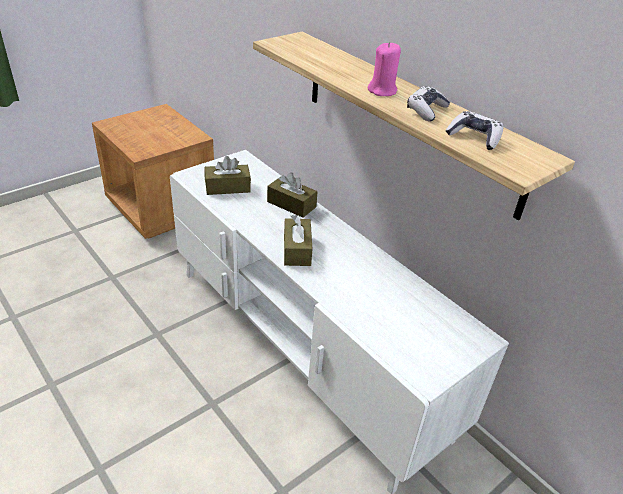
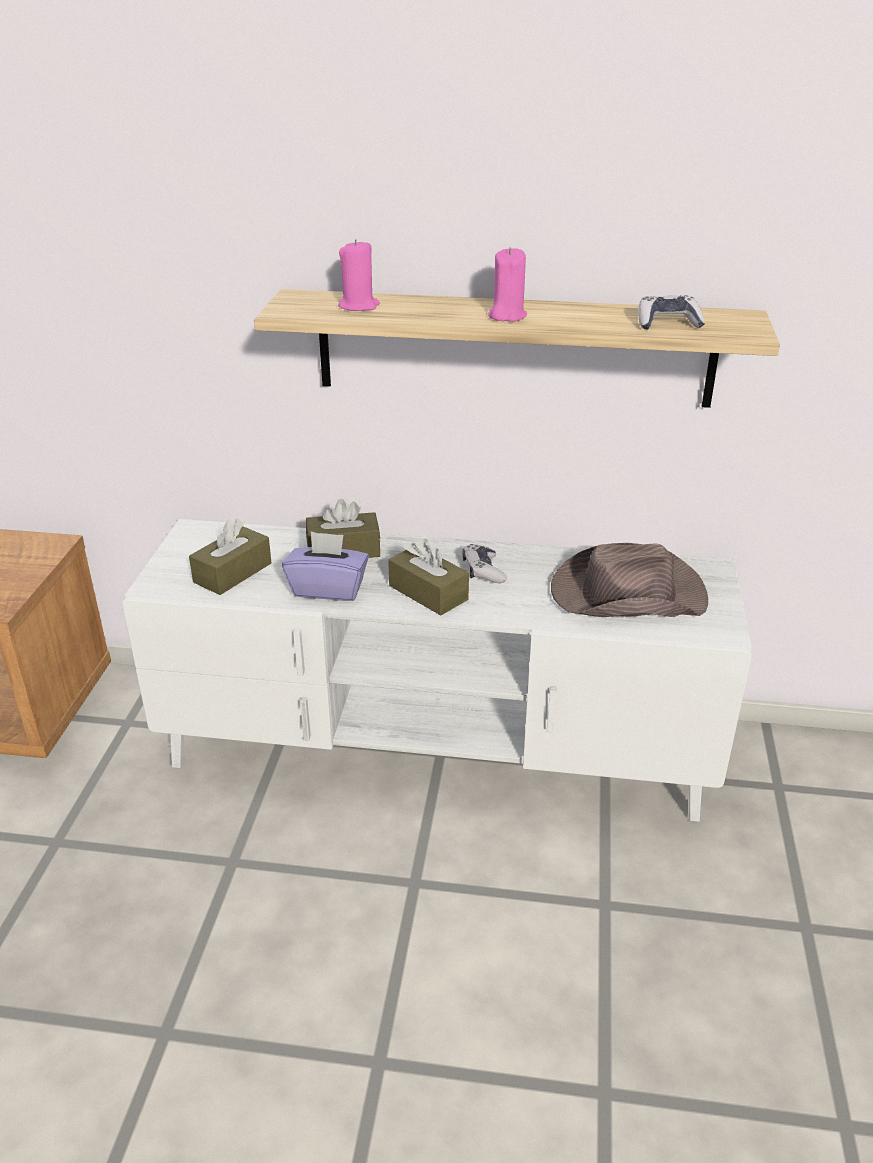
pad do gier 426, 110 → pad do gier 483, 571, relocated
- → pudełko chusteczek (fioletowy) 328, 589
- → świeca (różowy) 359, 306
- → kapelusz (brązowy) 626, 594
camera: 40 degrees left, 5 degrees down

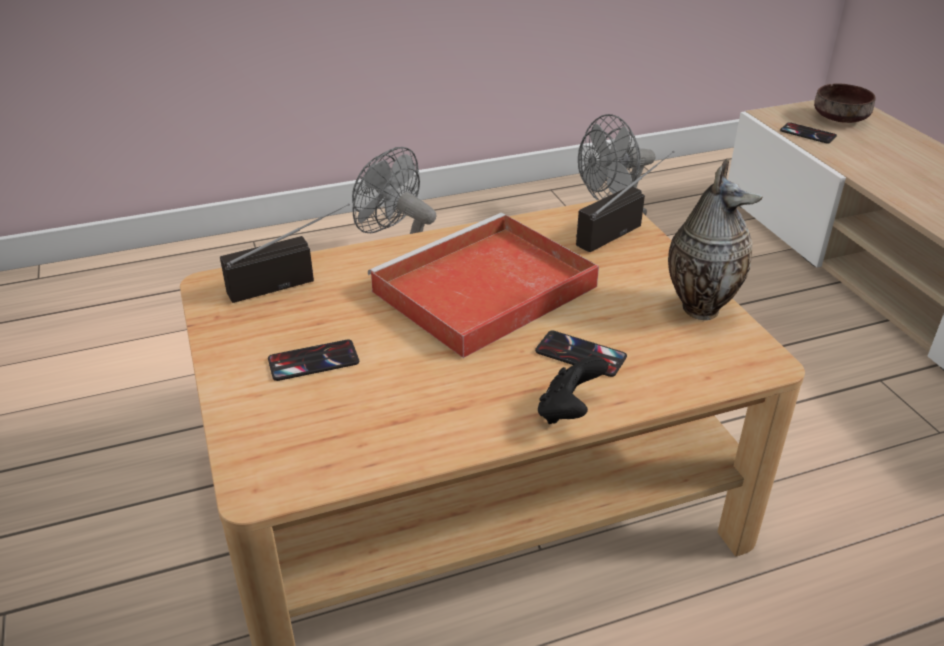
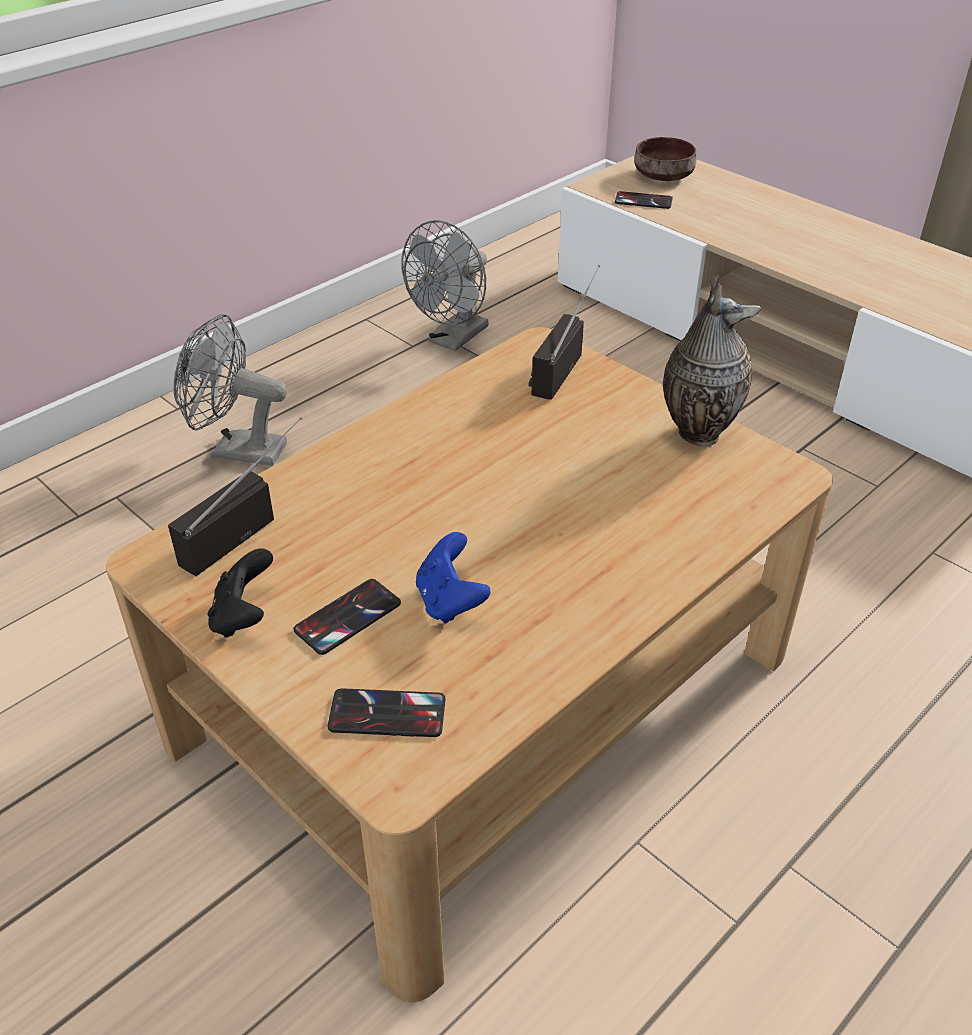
taca (czerwony) 482, 291 → -
telefon 580, 354 → telefon 387, 714, relocated
pad do gier (czarny) 569, 411 → pad do gier (czarny) 244, 616, relocated
- → pad do gier (niebieski) 450, 601
camera: 25 degrees left, 5 degrees up

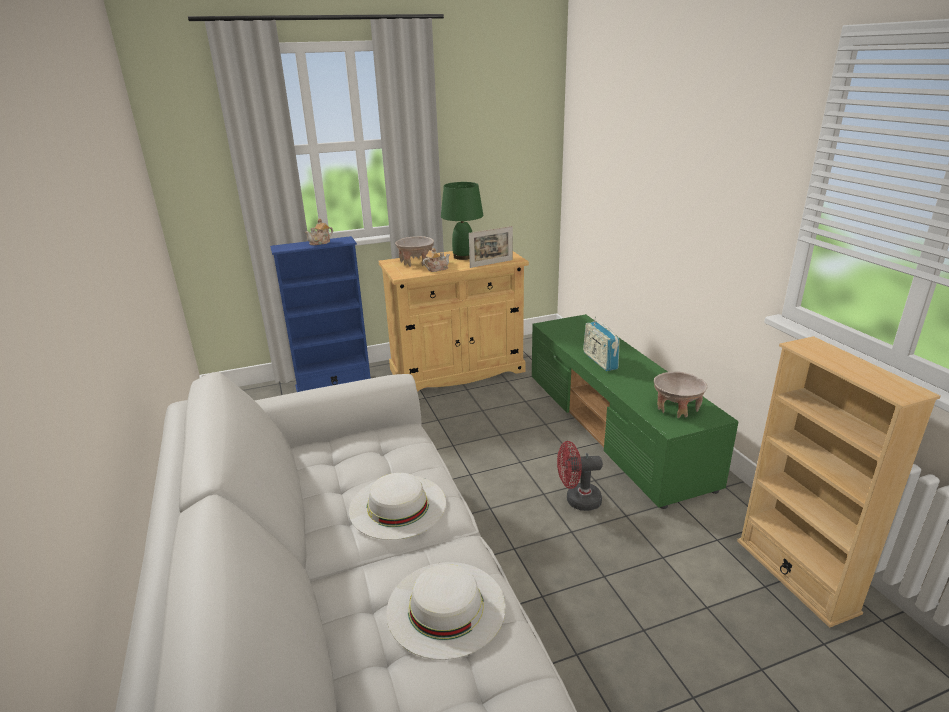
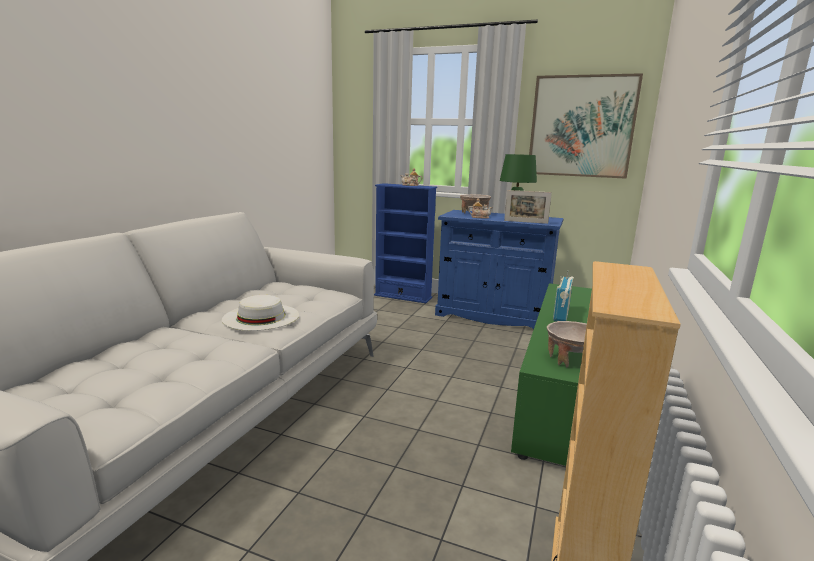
szafka (beżowy) 457, 370 → szafka (niebieski) 493, 315
kapelusz (biały) 446, 607 → -
wentylator (czerwony) 577, 500 → -
- → obraz 581, 127
camera: 40 degrees right, 10 degrees down

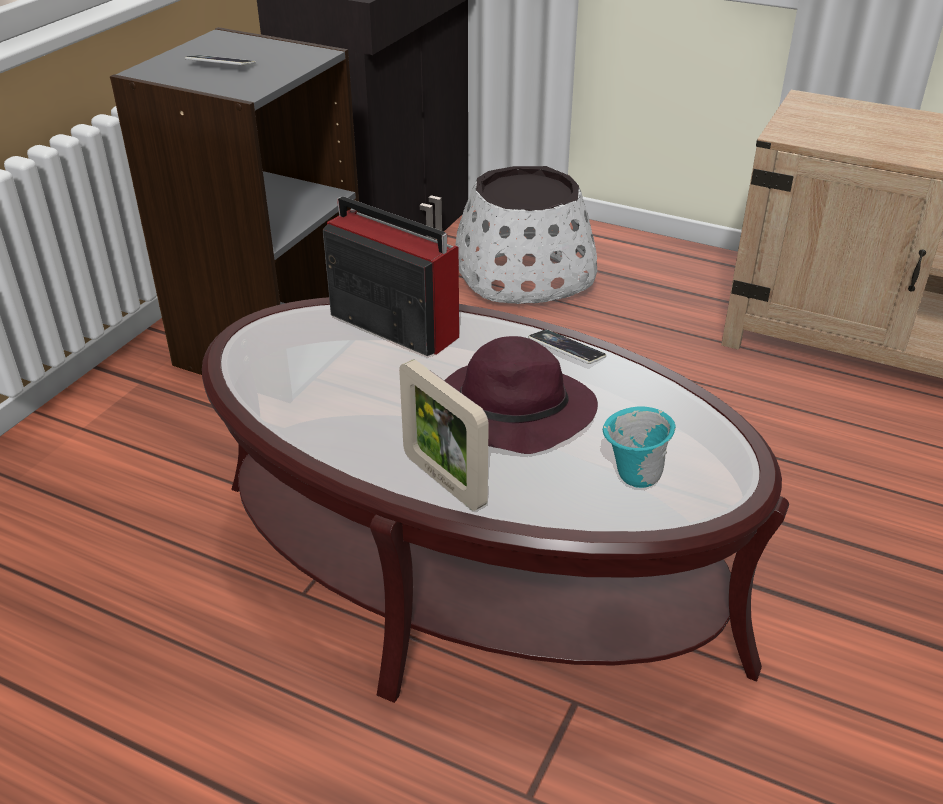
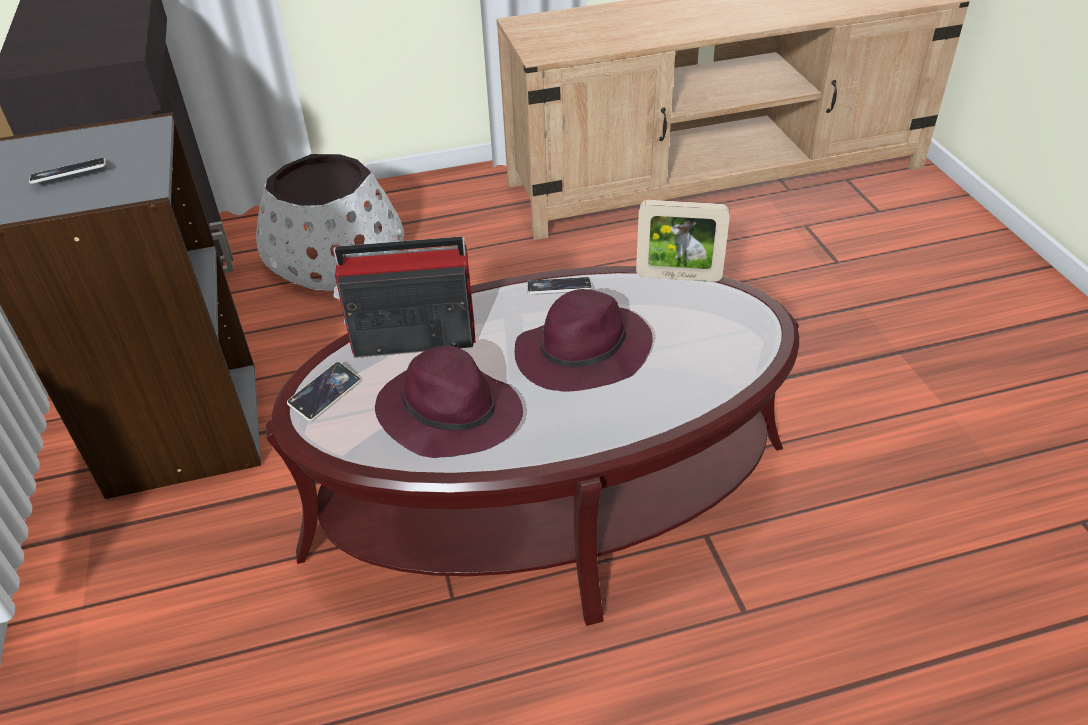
ramka na zdjęcie 444, 480 → ramka na zdjęcie 678, 276, relocated
kubek (turkusowy) 632, 478 → -
- → telefon 325, 394
- → kapelusz (fioletowy) 448, 414
camera: 40 degrees left, 5 degrees up

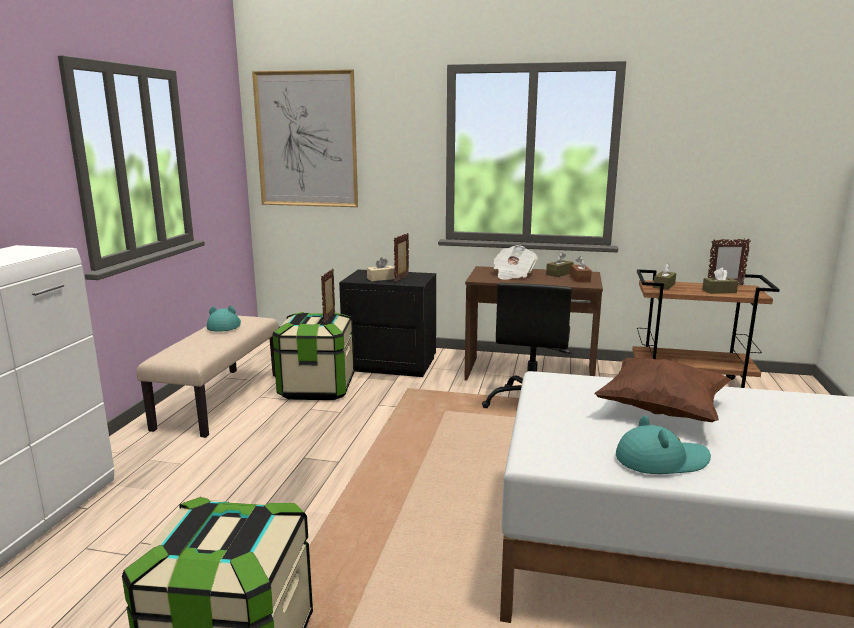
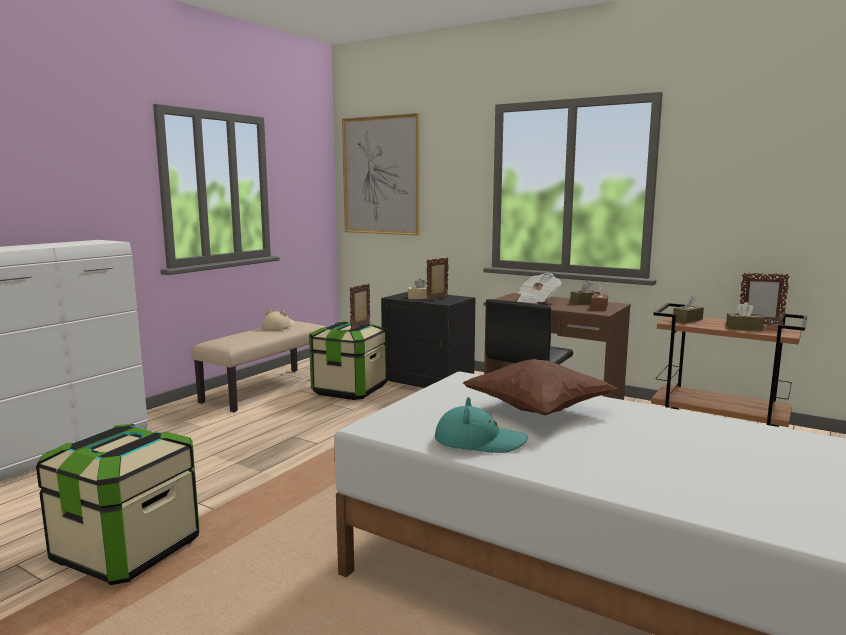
kapelusz (turkusowy) 224, 326 → kapelusz (beżowy) 279, 326
camera: 20 degrees right, 5 degrees down

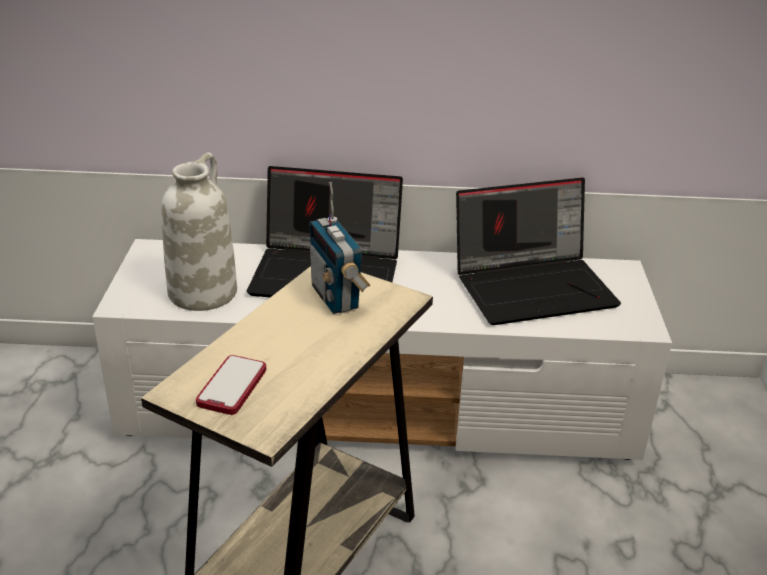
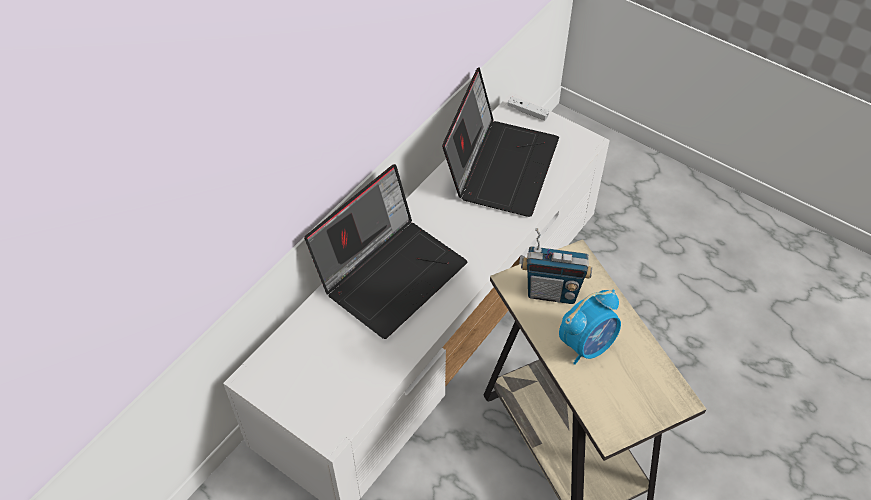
wazon (biały) 202, 291 → -
telefon 232, 386 → -
- → pad do gier (biały) 527, 112
- → budzik 587, 345
camera: 55 degrees left, 20 degrees up

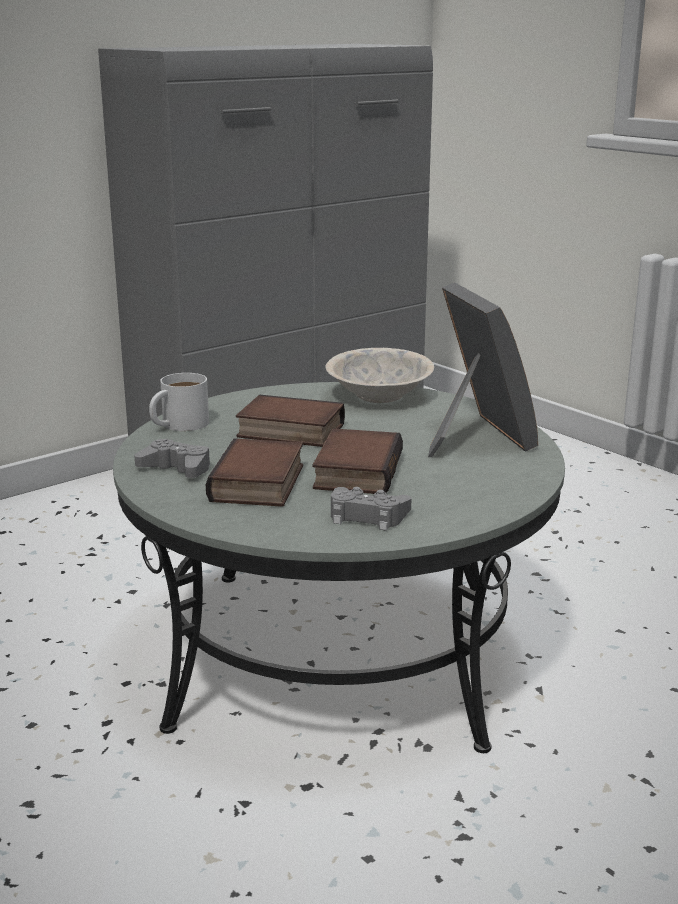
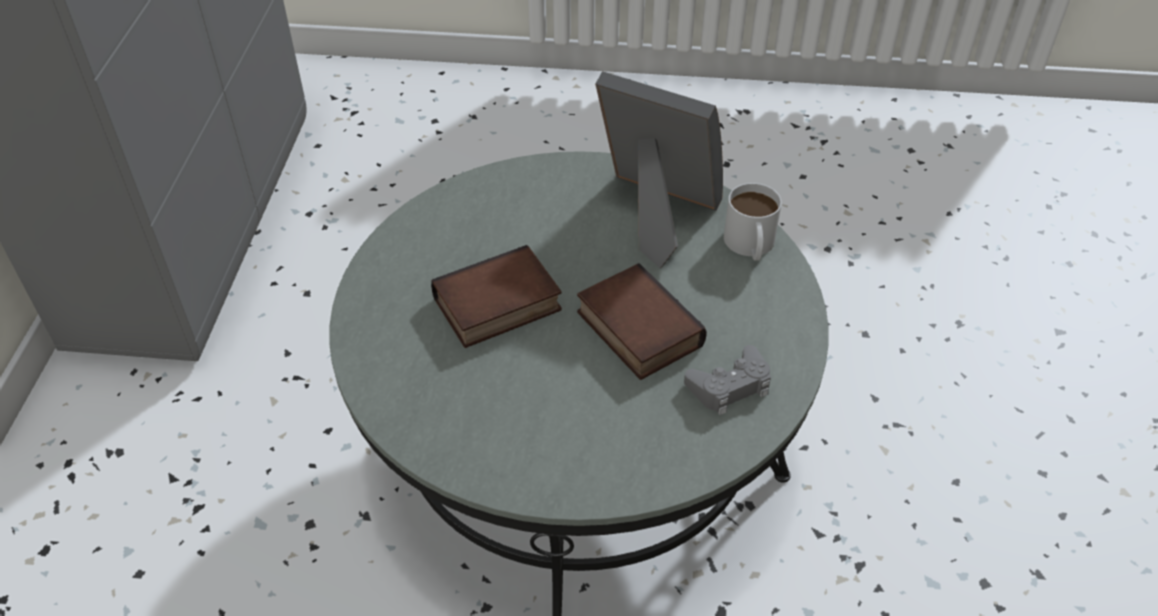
pad do gier (szary) 176, 468 → -
kubek (biały) 178, 425 → kubek (biały) 750, 246, relocated
książka 260, 484 → -
miska (beżowy) 380, 396 → -
camera: 45 degrees left, 25 degrees up

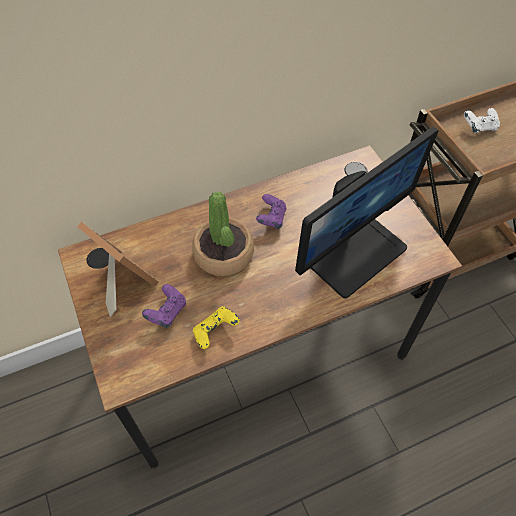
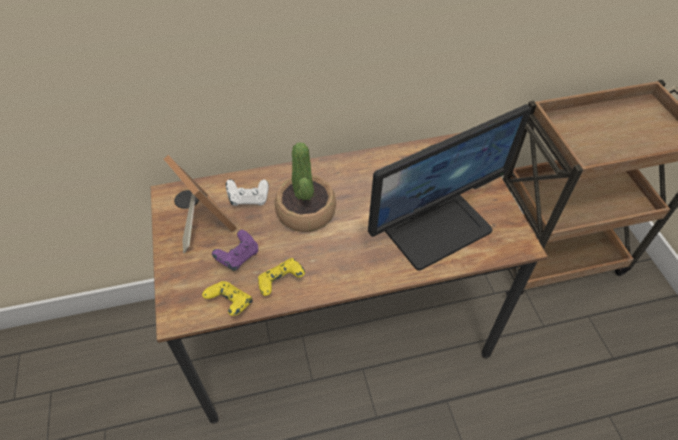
pad do gier (fioletowy) 271, 218 → -
pad do gier (biały) 479, 128 → pad do gier (biały) 249, 199, relocated
- → pad do gier (żółty) 230, 304
camera: 10 degrees right, 5 degrees down

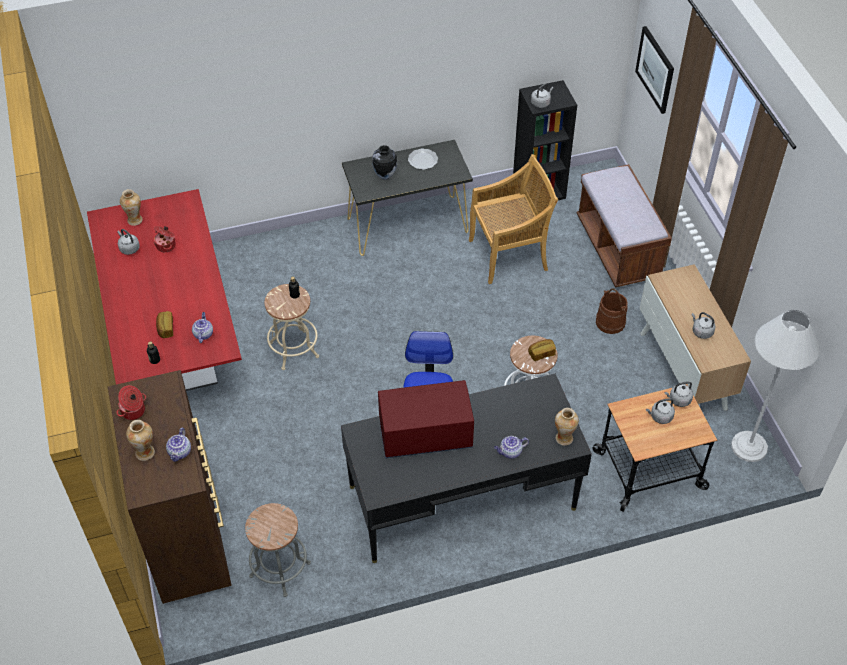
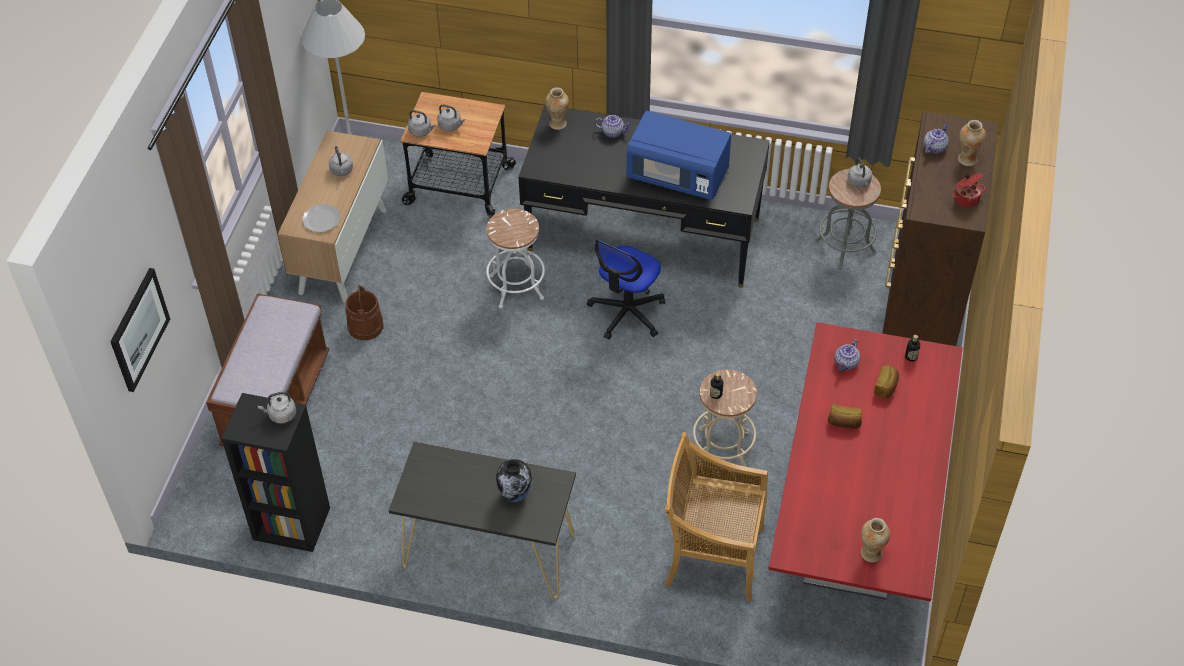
czajnik (szary) 129, 248 → czajnik (szary) 859, 182, relocated
garnek 166, 245 → -
mikrofalówka (czerwony) 425, 434 → mikrofalówka (niebieski) 678, 175
talerz 423, 160 → talerz 321, 220, relocated
krzesło (beżowy) 509, 254 → krzesło (beżowy) 712, 556, relocated
chleb 541, 353 → chleb 844, 423, relocated
camera: 150 degrees left, 0 degrees up

